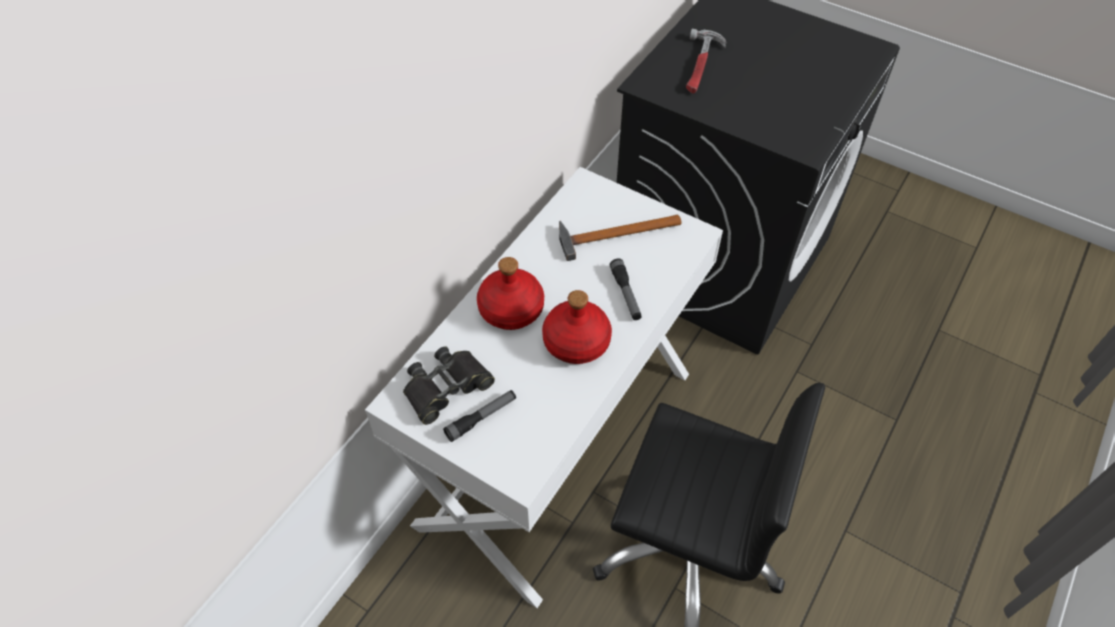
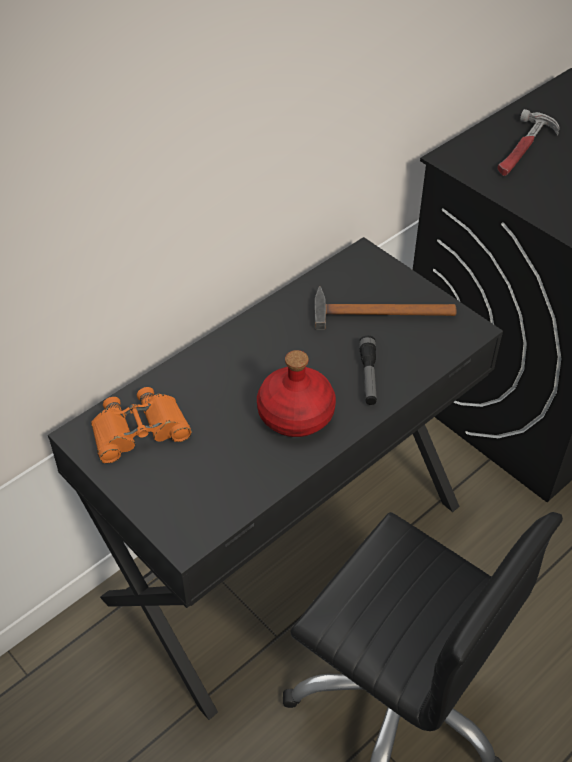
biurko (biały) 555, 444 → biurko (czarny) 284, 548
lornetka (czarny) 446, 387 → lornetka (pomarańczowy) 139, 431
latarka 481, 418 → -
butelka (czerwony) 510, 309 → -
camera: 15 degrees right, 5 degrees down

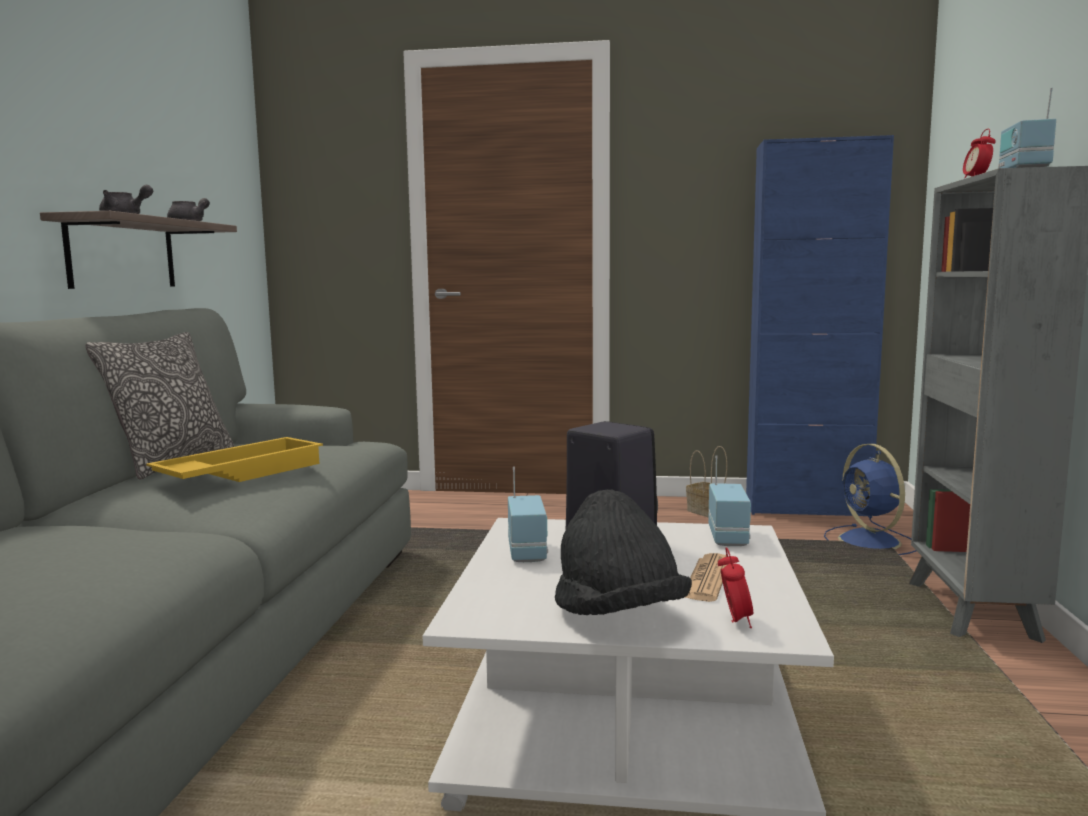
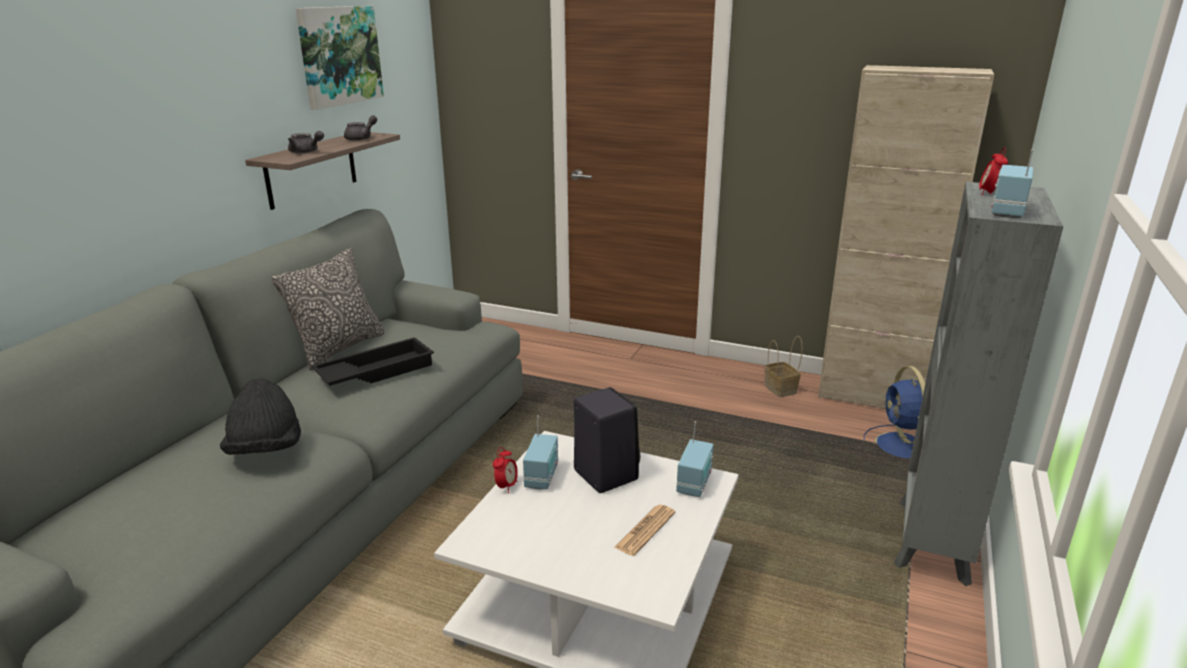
taca (żółty) 240, 473 → taca (czarny) 376, 371
kapelusz (czarny) 618, 615 → kapelusz (czarny) 266, 450, relocated
budzik 734, 621 → budzik 506, 486, relocated
szafka (niebieski) 806, 509 → szafka (beżowy) 871, 397
- → obraz 339, 55
camera: 15 degrees right, 15 degrees up

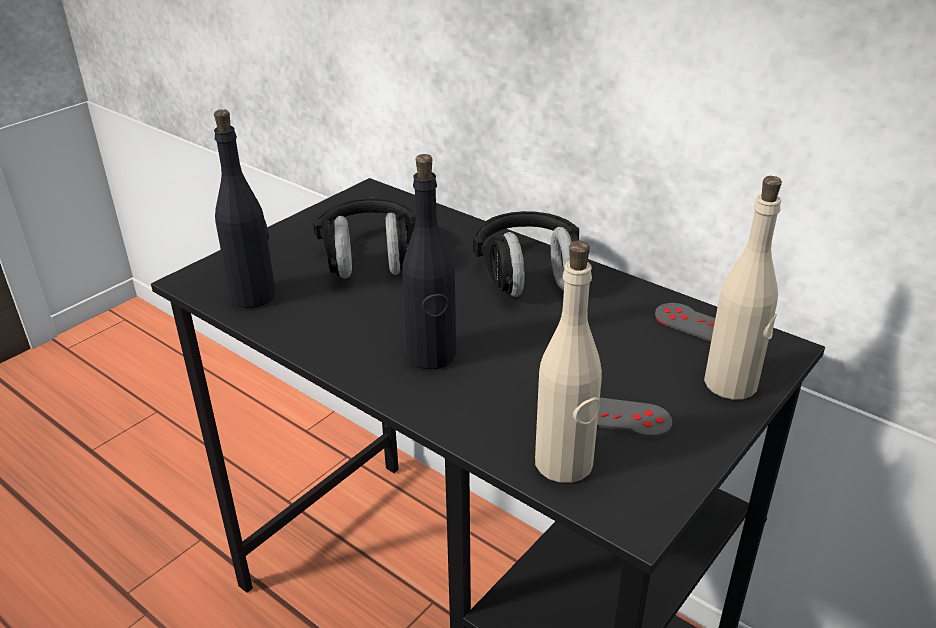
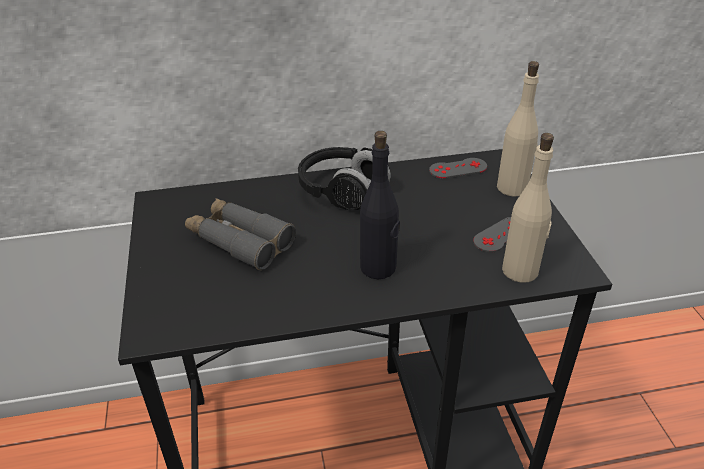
butelka (czarny) 254, 296 → -
słuchawki (czarny) 368, 258 → lornetka (szary) 240, 241
camera: 50 degrees left, 5 degrees up

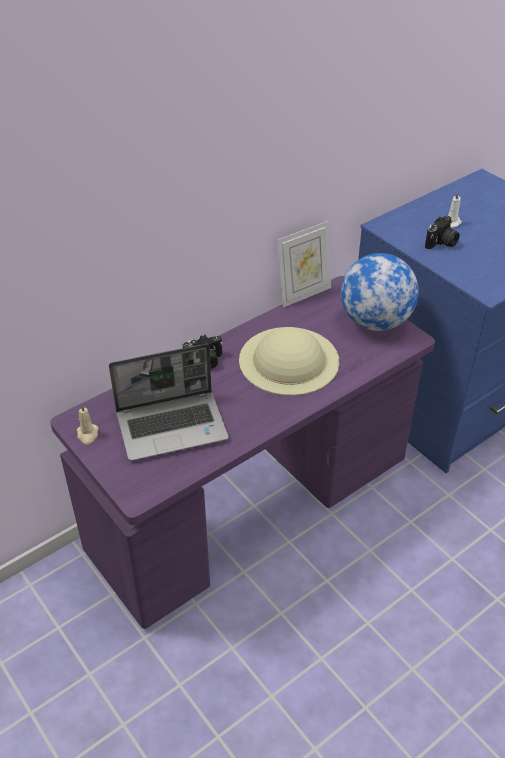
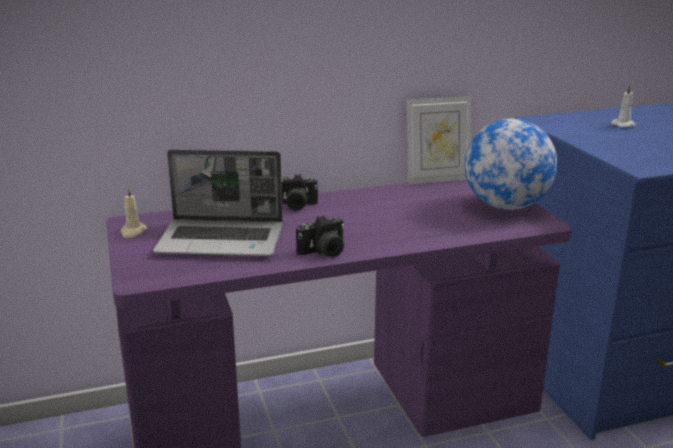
kapelusz (beżowy) 288, 360 → -
aparat fotograficzny 441, 243 → aparat fotograficzny 324, 252, relocated
camera: 20 degrees right, 20 degrees down

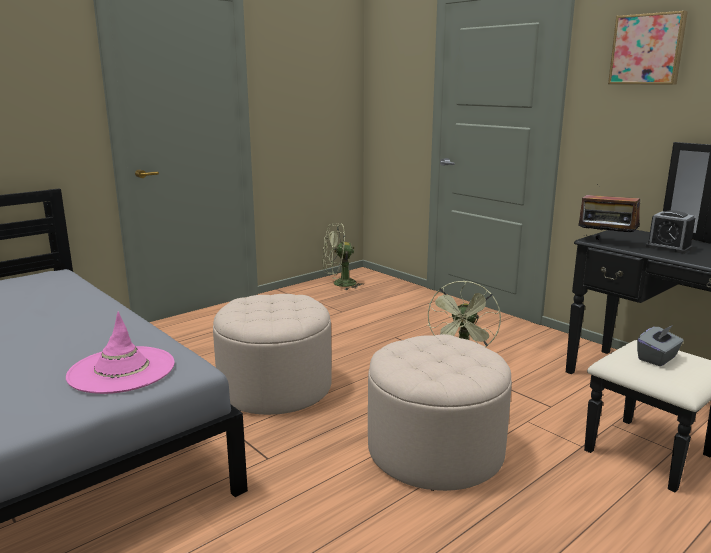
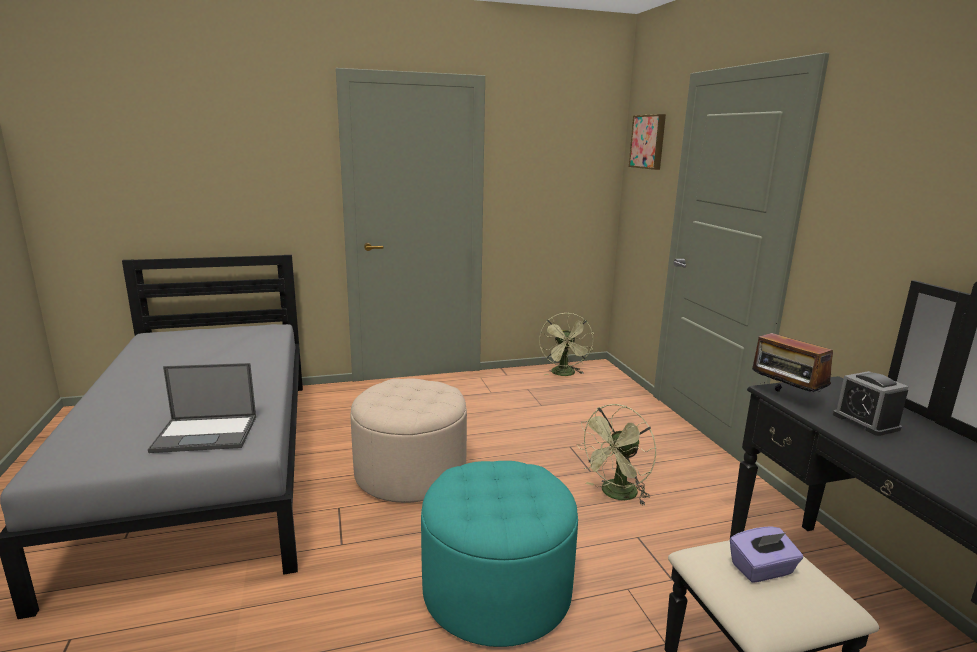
kapelusz (różowy) 121, 370 → laptop 207, 433
wentylator (zielony) 339, 284 → wentylator (zielony) 565, 374, 105 degrees counterclockwise
pufa (beżowy) 435, 450 → pufa (turkusowy) 497, 590
obraz 647, 49 → obraz 649, 142, relocated
pudełko chusteczek (szary) 657, 358 → pudełko chusteczek (fioletowy) 762, 570
camera: 25 degrees right, 0 degrees up

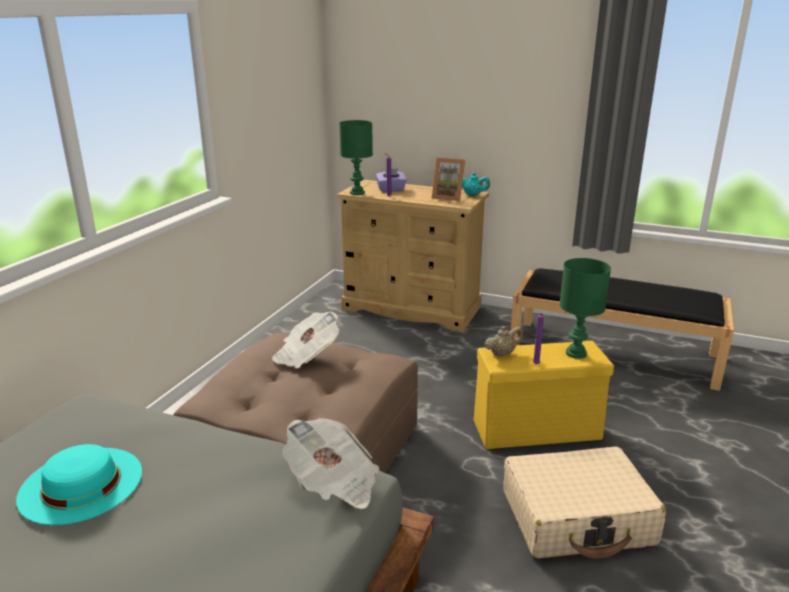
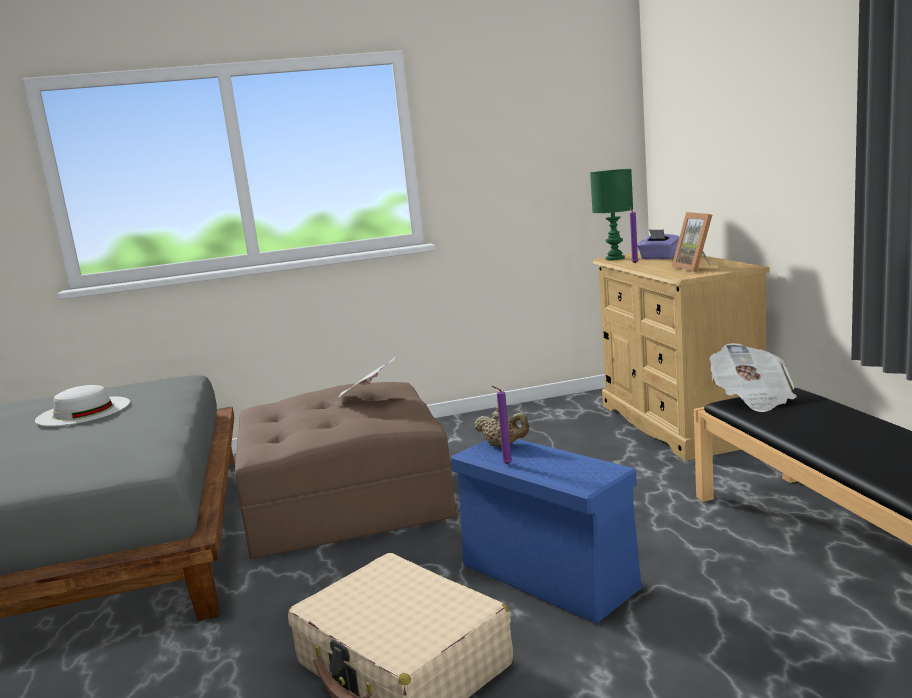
kapelusz (turkusowy) 81, 484 → kapelusz (biały) 83, 411
gazeta 333, 483 → gazeta 752, 398, relocated
imbryk (turkusowy) 473, 195 → -
pojemnik do przechowywania (żółty) 538, 429 → pojemnik do przechowywania (niebieski) 550, 577
lampa stołowa (zielony) 576, 354 → -
camera: 55 degrees right, 10 degrees down

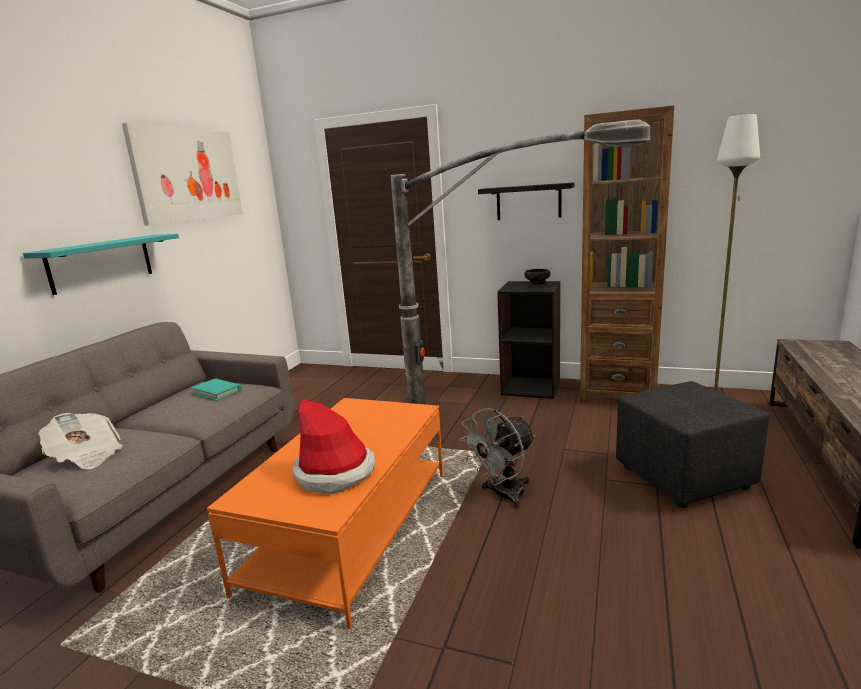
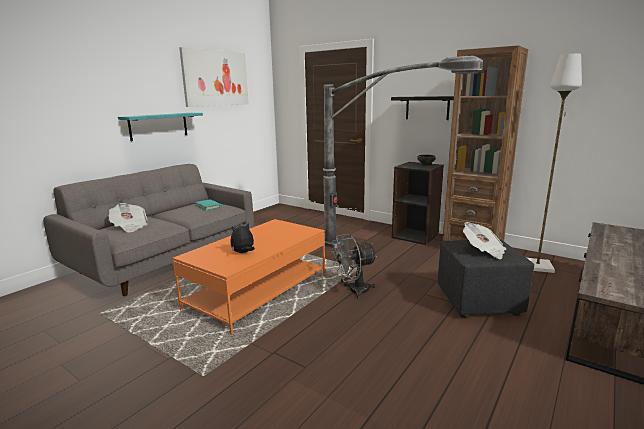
kapelusz 335, 473 → pluszak 243, 253
- → gazeta 483, 251
camera: 15 degrees right, 0 degrees up

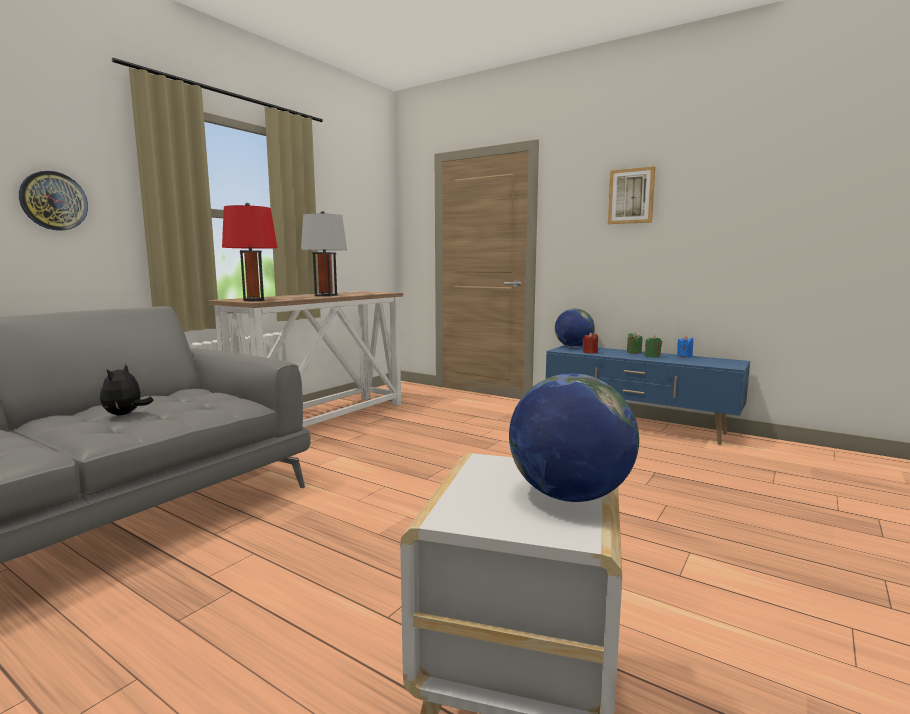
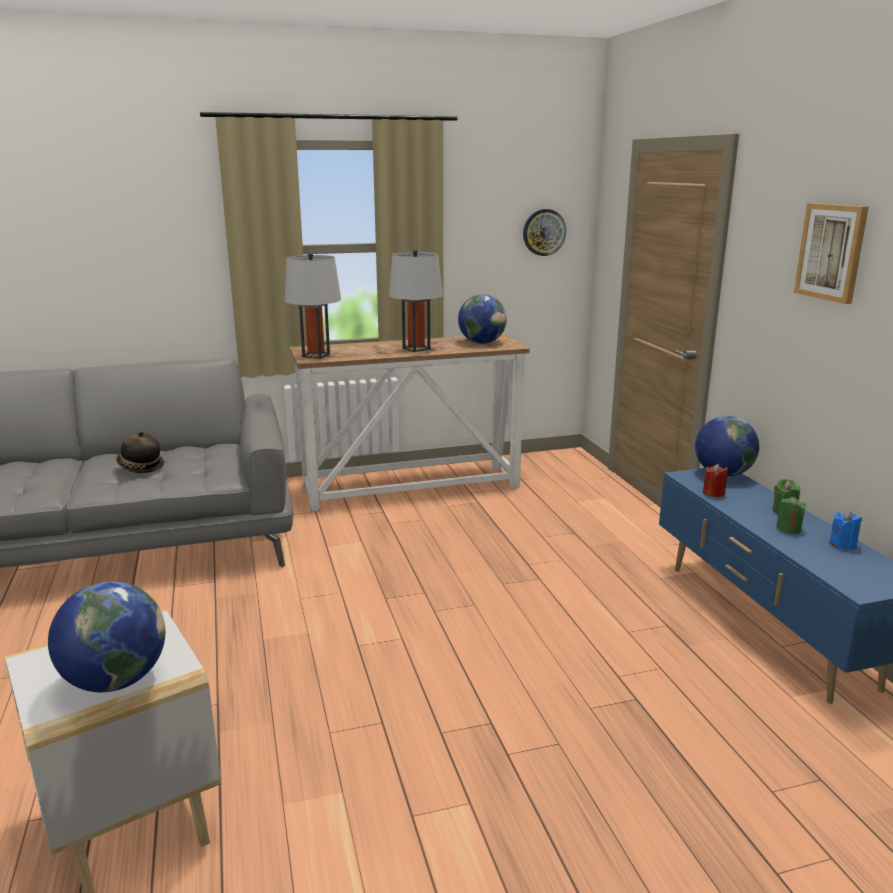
zegar ścienny 53, 201 → zegar ścienny 544, 232, relocated
pluszak 125, 414 → kapelusz 140, 467
lampa stołowa (czerwony) 253, 300 → lampa stołowa (szary) 316, 355
- → globus 481, 343
camera: 40 degrees right, 10 degrees up

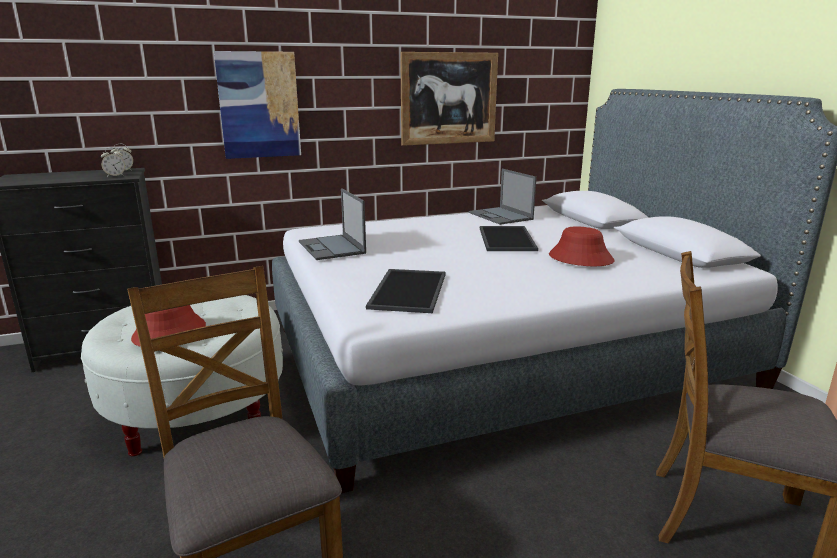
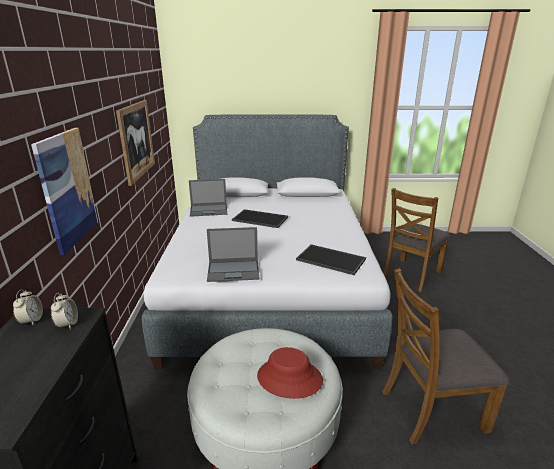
kapelusz (czerwony) 580, 258 → -
camera: 70 degrees left, 5 degrees up

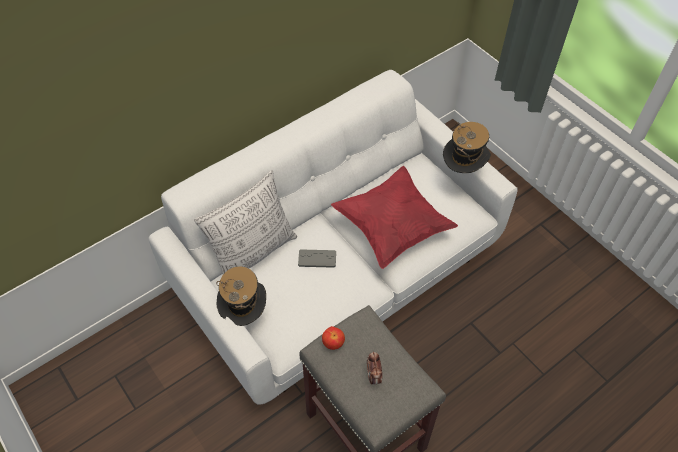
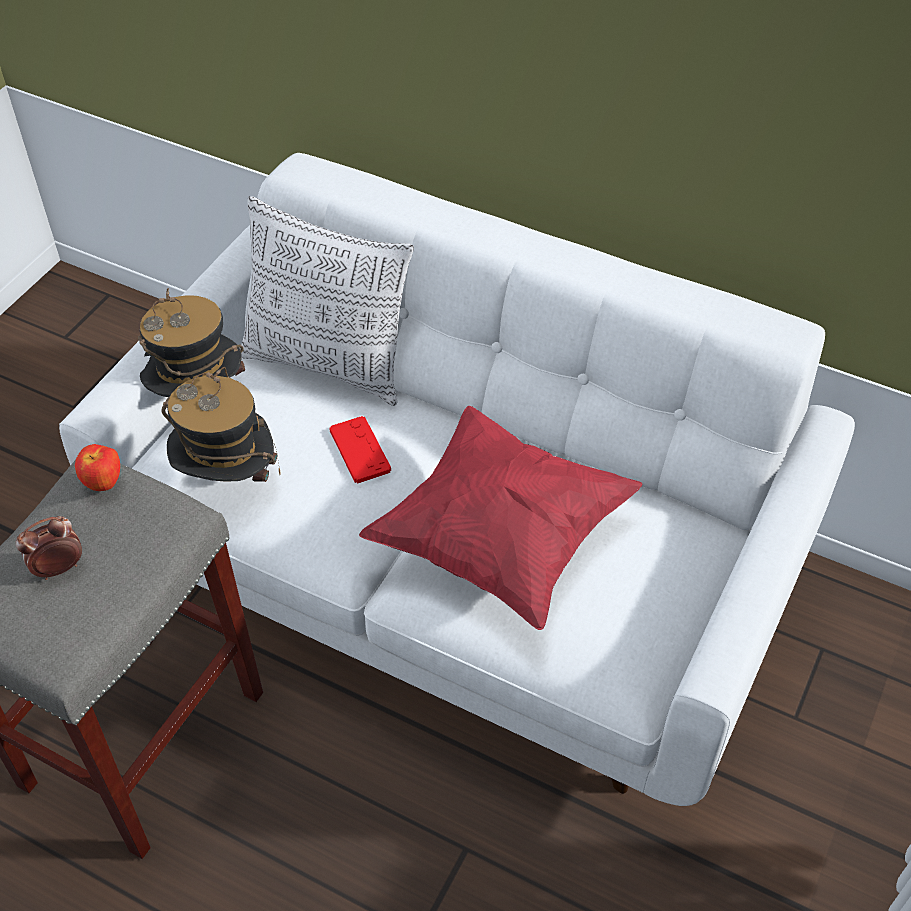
pad do gier (szary) 317, 259 → pad do gier (czerwony) 360, 450
kapelusz 462, 170 → kapelusz 227, 481, relocated
camera: 65 degrees right, 5 degrees down

